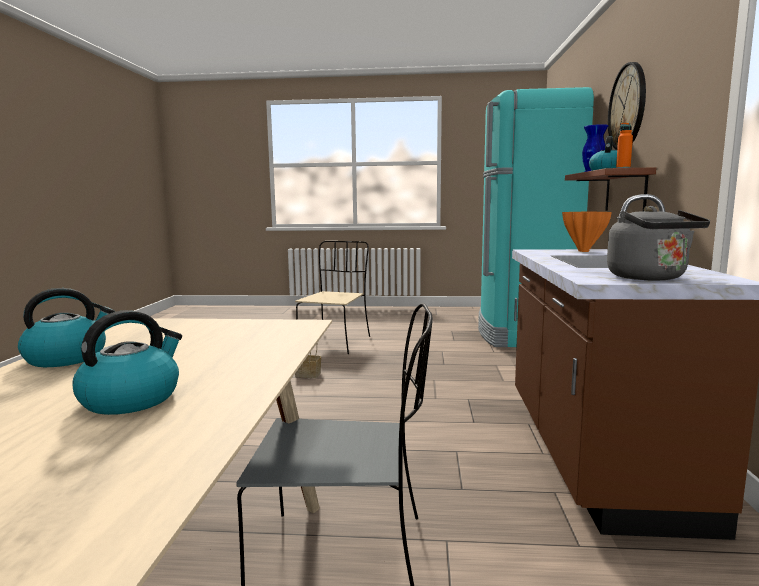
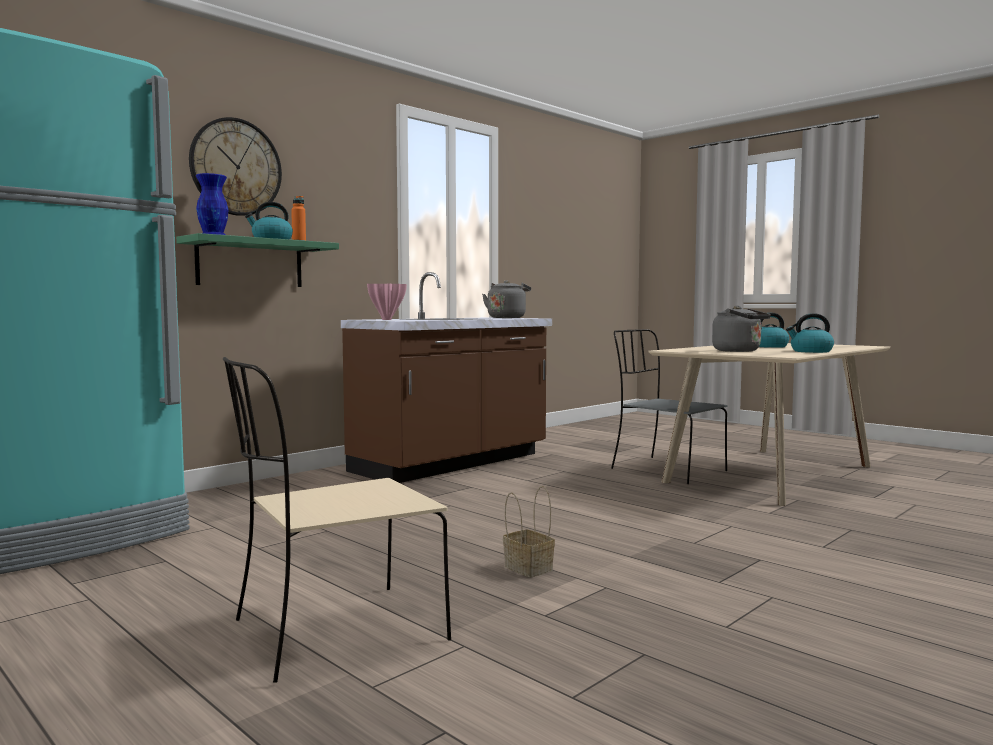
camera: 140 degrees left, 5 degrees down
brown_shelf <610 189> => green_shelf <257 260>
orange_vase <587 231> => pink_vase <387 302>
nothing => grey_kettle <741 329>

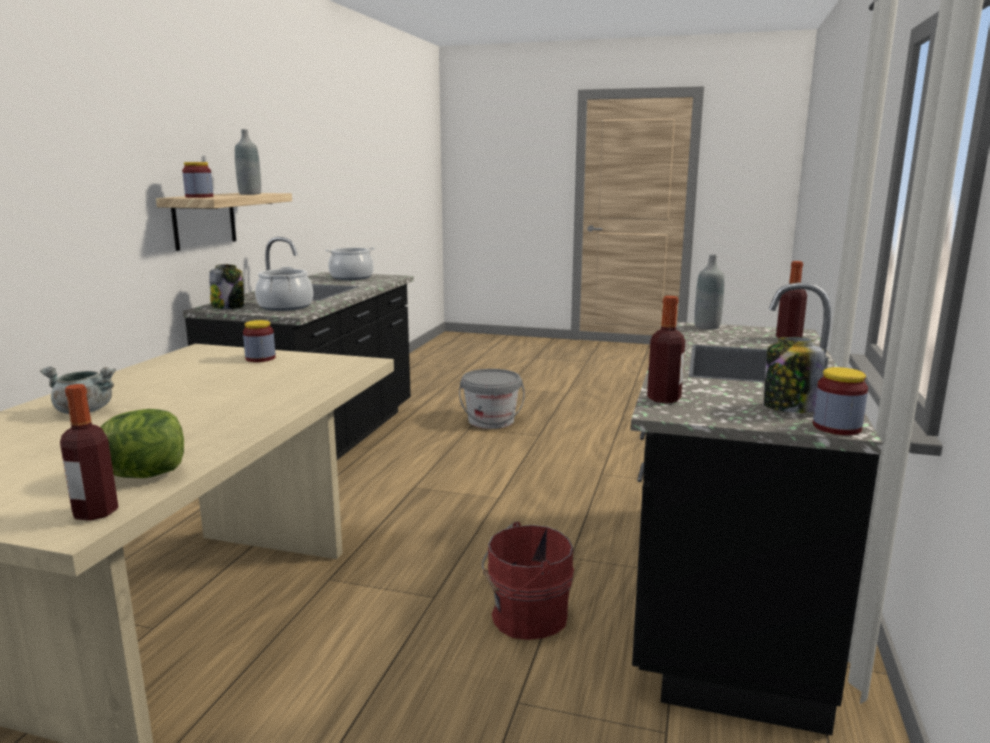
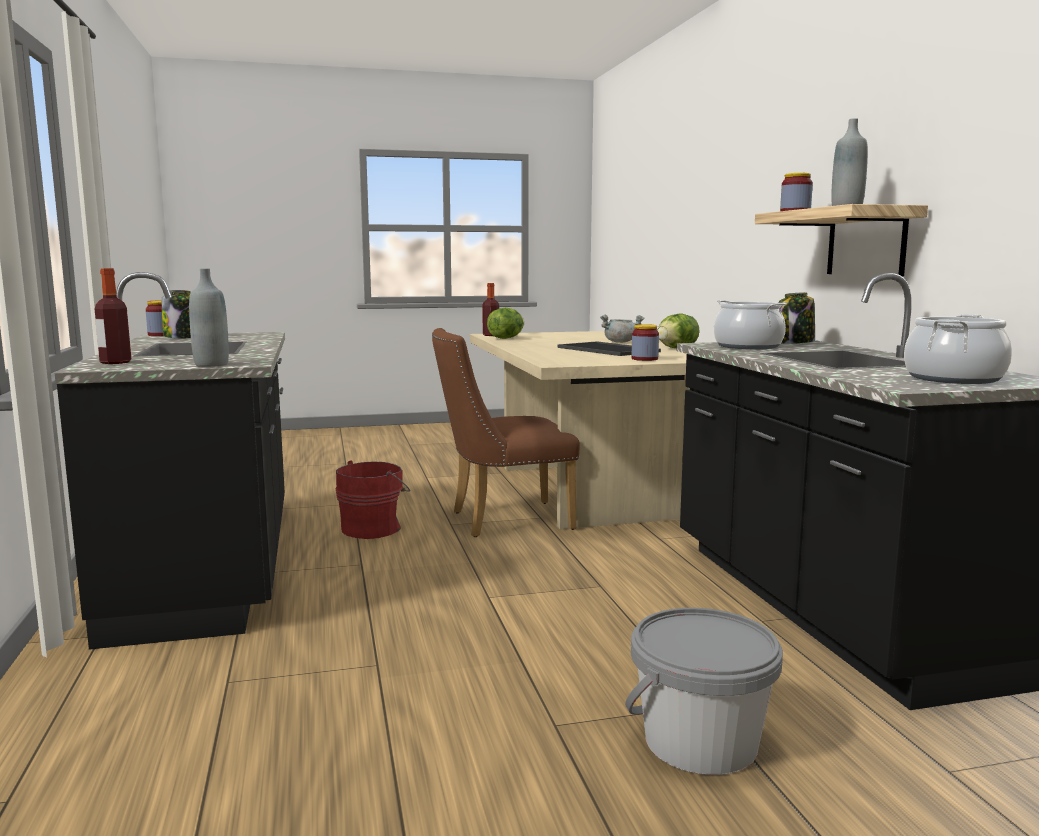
camera: 150 degrees right, 5 degrees down
bottle <666 349> => nothing
nothing => lettuce <678 330>
nothing => brown_chair <506 432>
nothing => tray <609 348>

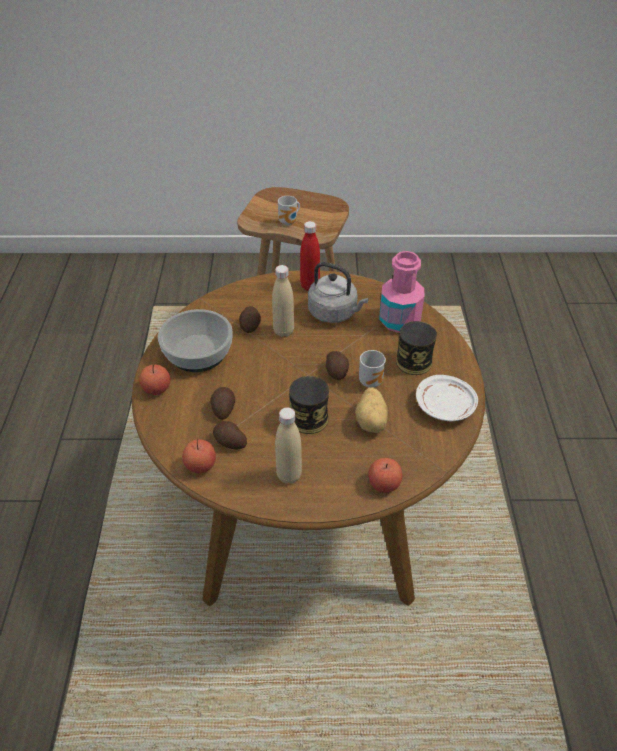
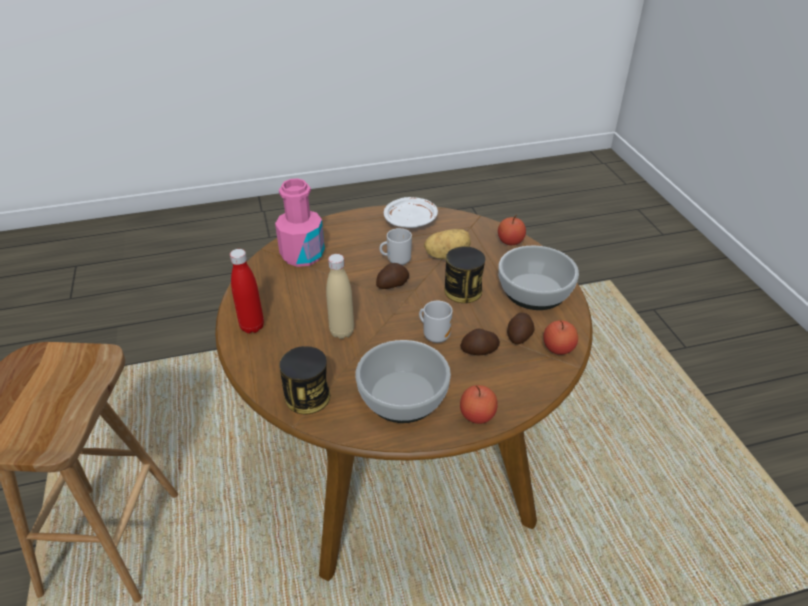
camera: 105 degrees left, 5 degrees down
mug <289 210> => mug <436 322>, relocated
grey_kettle <338 292> => nothing
potato <250 319> => nothing
can <416 348> => can <304 380>, relocated
beige_bottle <288 445> => bowl <538 278>

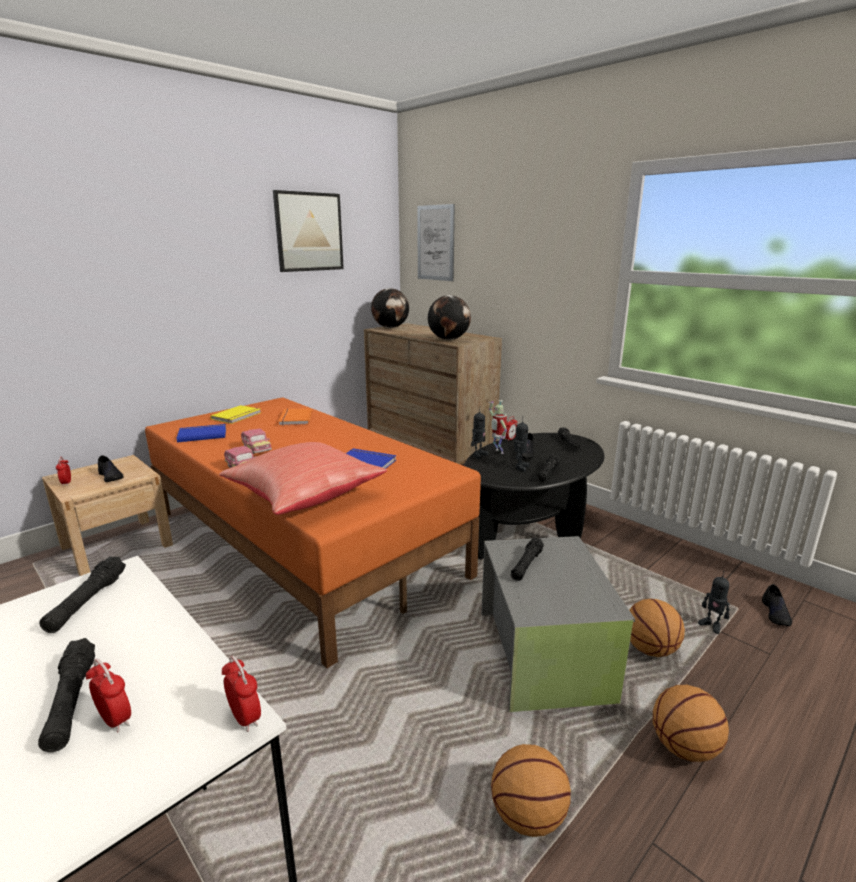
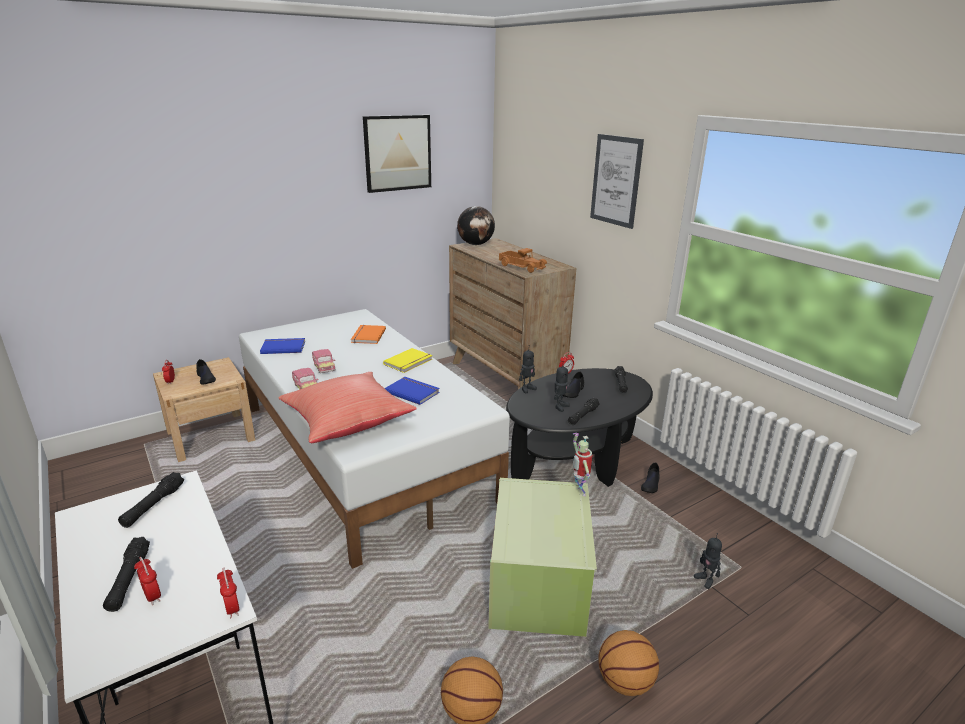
camera: 10 degrees right, 5 degrees up
picture <436 242> => picture <617 181>, relocated
globe <449 317> => toy_truck <523 260>
orange_bed <313 532> => white_bed <374 439>
toy_robot <498 427> => toy_robot <582 464>, relocated
yellow_book <236 414> => yellow_book <407 360>, relocated
grey_storage_box <558 624> => green_storage_box <542 557>
black_flashlight <527 559> => nothing
black_shoe <777 605> => black_shoe <650 477>, relocated
basketball <657 628> => nothing

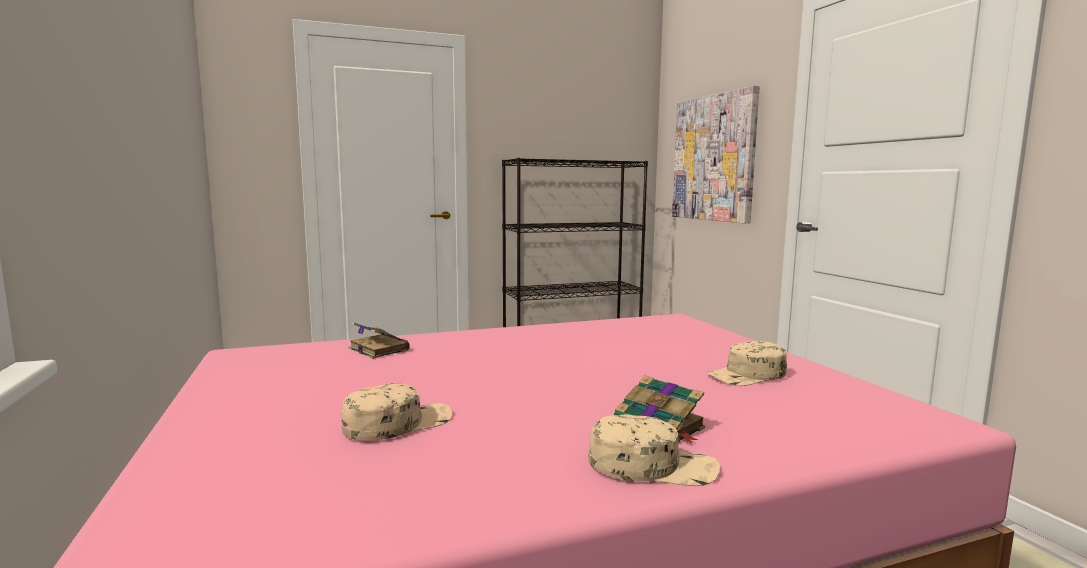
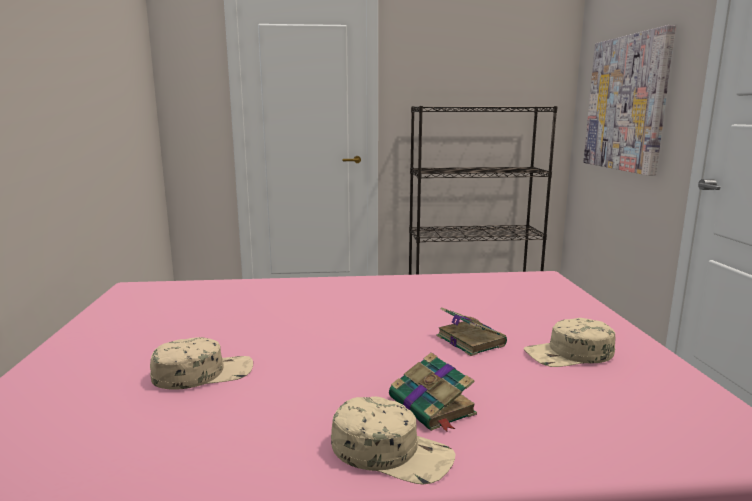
camera: 15 degrees right, 5 degrees up
book <379 340> => book <471 331>, relocated

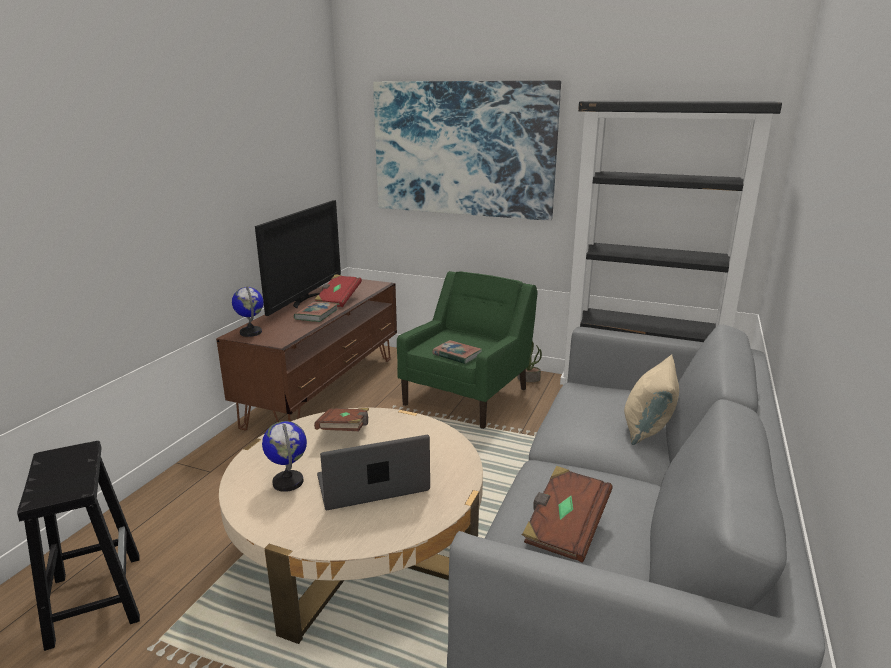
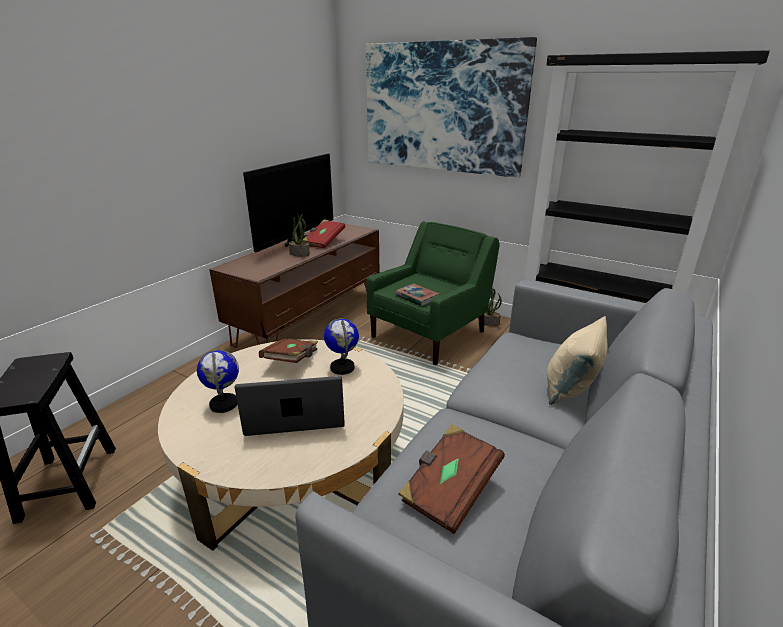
camera: 10 degrees right, 5 degrees up
globe <248 311> => globe <341 346>, relocated
book <316 312> => potted_plant <299 235>

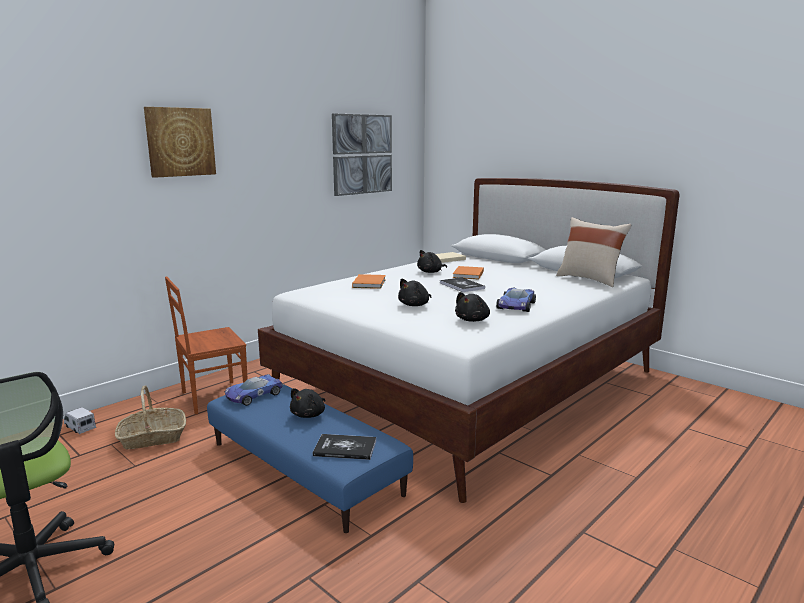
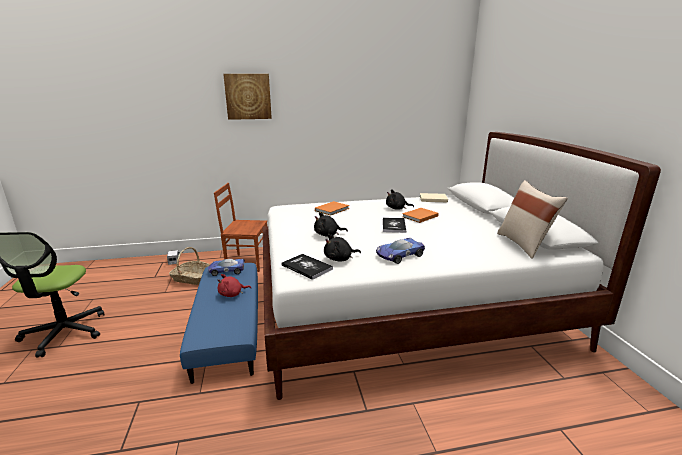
camera: 35 degrees right, 5 degrees up
picture <362 154> => nothing
black_plush_toy <307 403> => red_plush_toy <234 285>
book <344 447> => book <307 267>, relocated

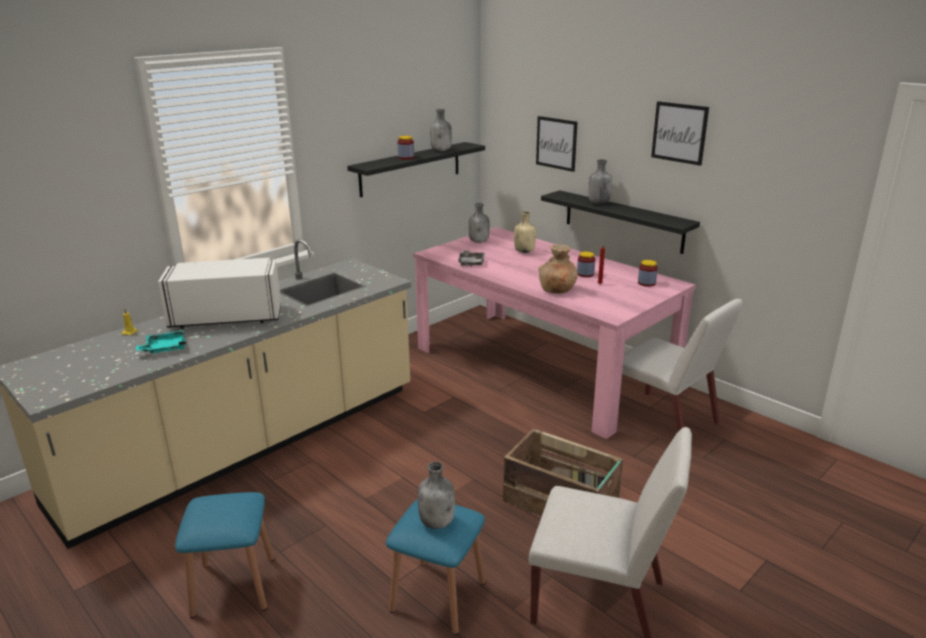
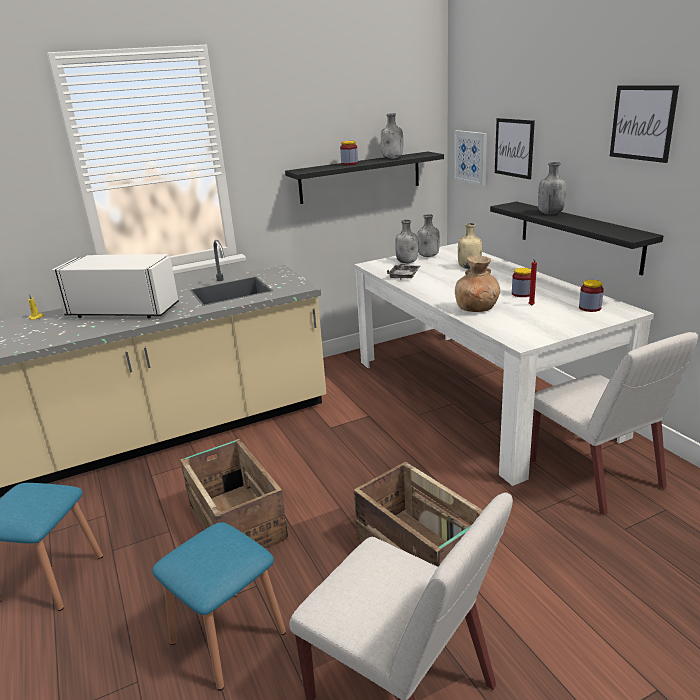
camera: 20 degrees right, 0 degrees up
pink_dining_table <554 333> => white_dining_table <504 364>
turquoise_tray <161 342> => nothing
grey_bottle <436 495> => grey_bottle <406 241>, relocated
nothing => picture <470 158>
nothing => crate <234 493>

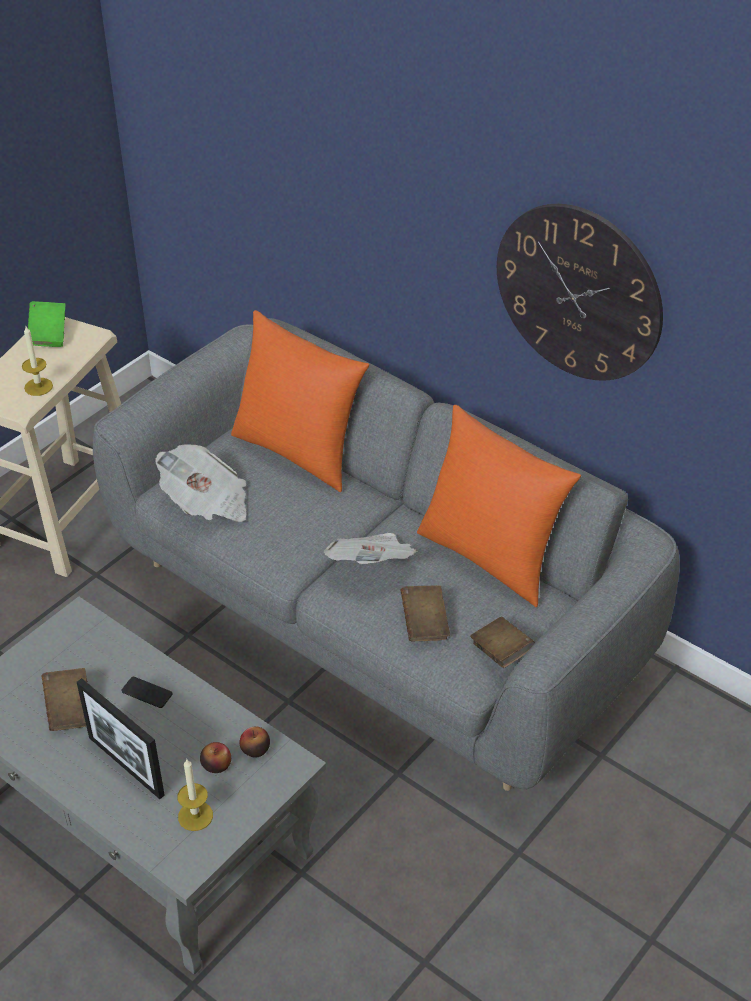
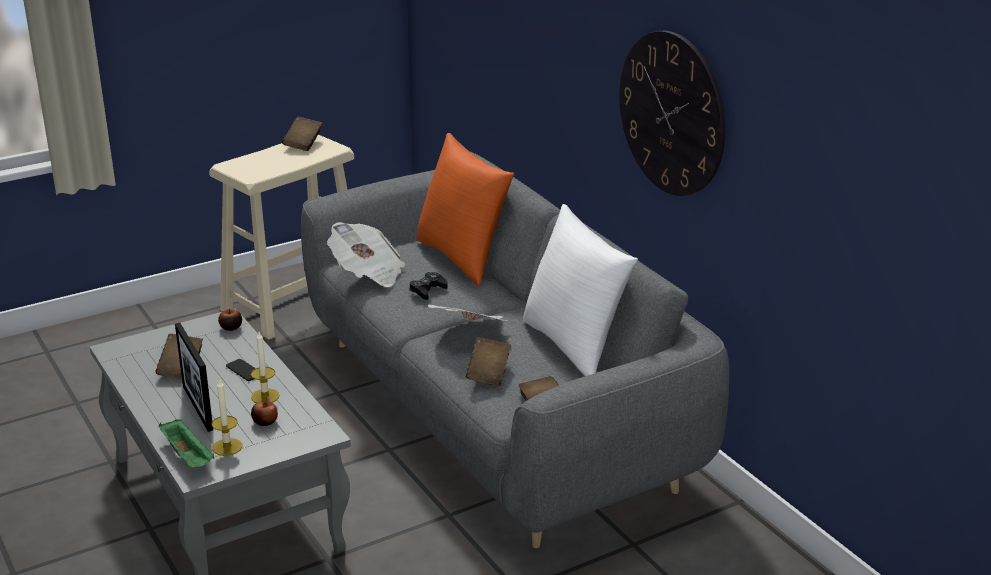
camera: 20 degrees right, 15 degrees down
green_book <47 324> => brown_book <302 133>
candle <37 361> => candle <265 367>, relocated
orange_pillow <499 506> => white_pillow <580 290>
apple <255 742> => apple <230 320>, relocated
nothing => black_game_controller <428 286>
nothing => green_tray <186 443>

